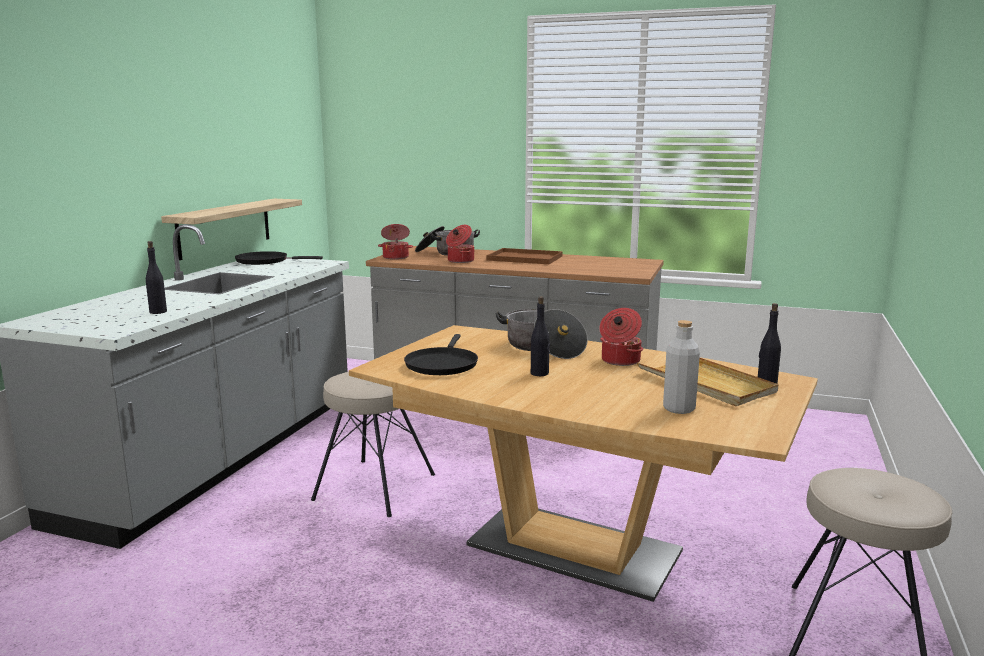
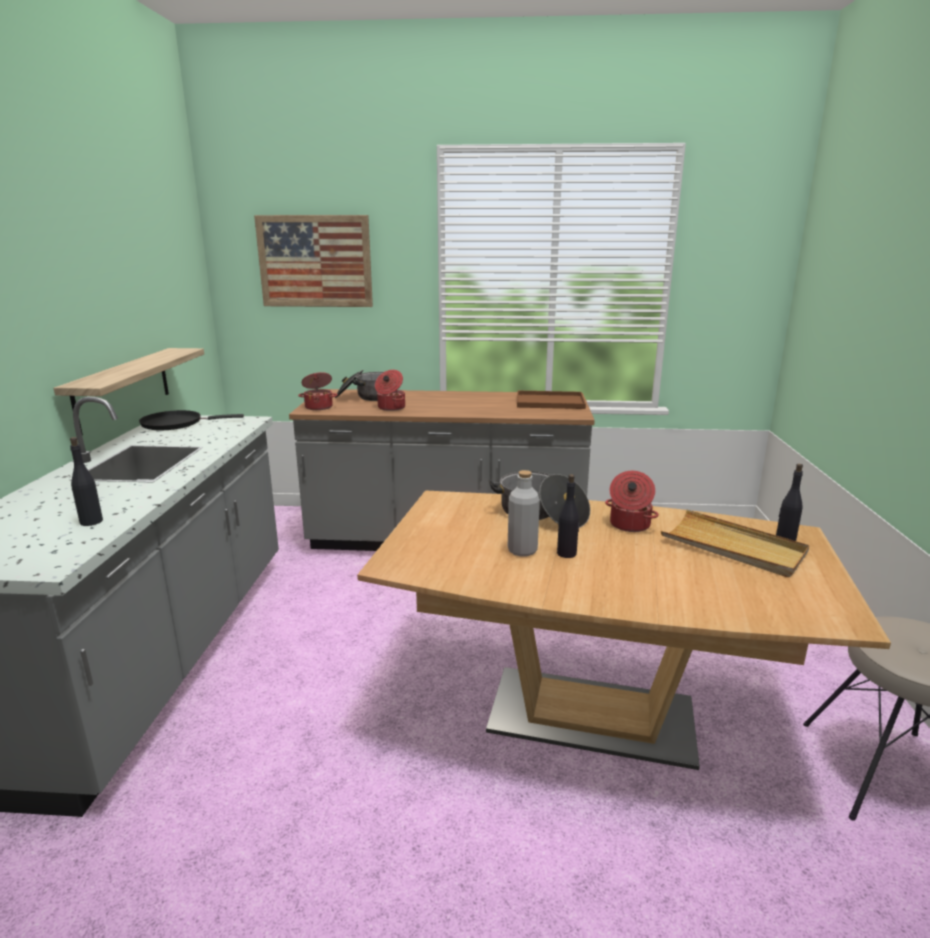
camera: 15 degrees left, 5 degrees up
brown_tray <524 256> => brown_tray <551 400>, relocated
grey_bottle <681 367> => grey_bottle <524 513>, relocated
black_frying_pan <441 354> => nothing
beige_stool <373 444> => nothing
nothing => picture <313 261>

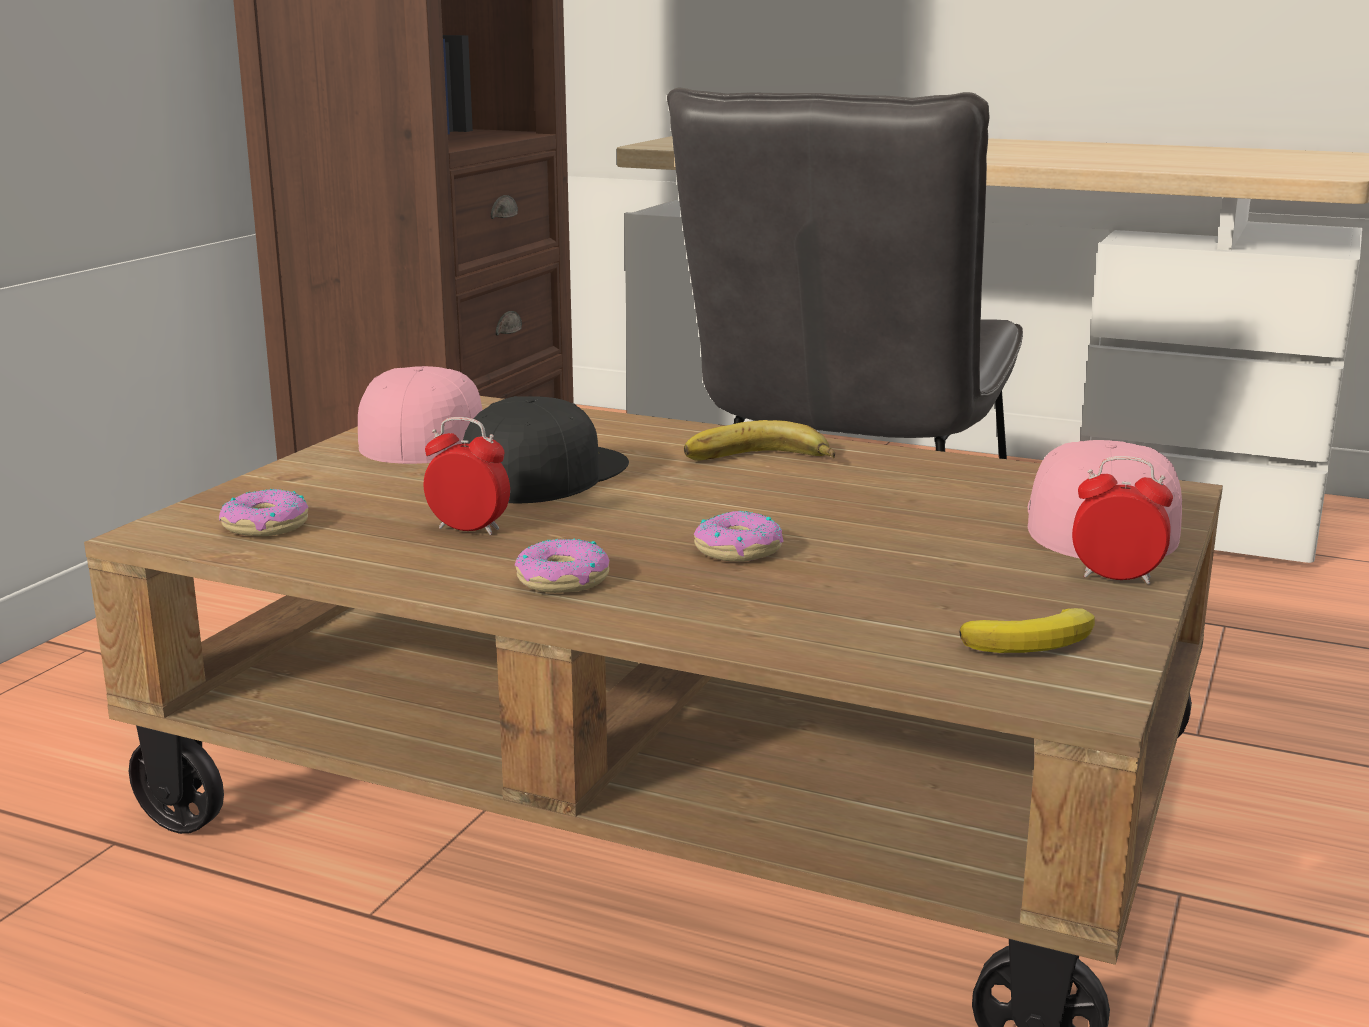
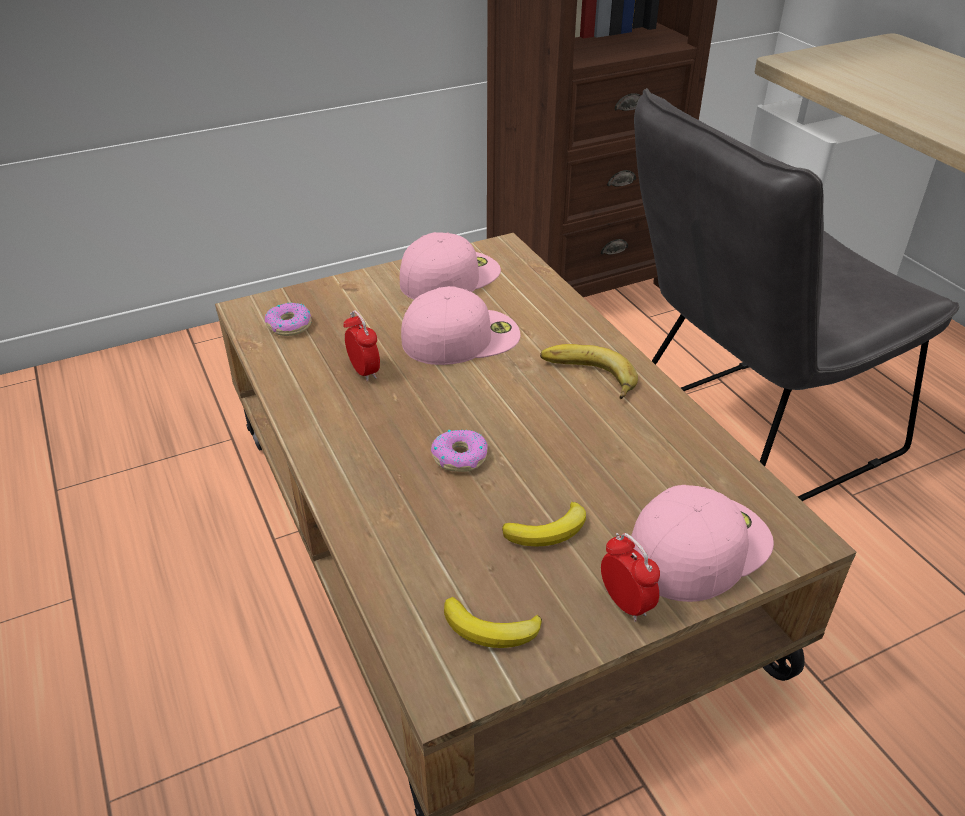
camera: 40 degrees right, 20 degrees up
black_cap <545 449> => pink_cap <461 325>
donut <562 565> => nothing
nothing => banana <544 524>

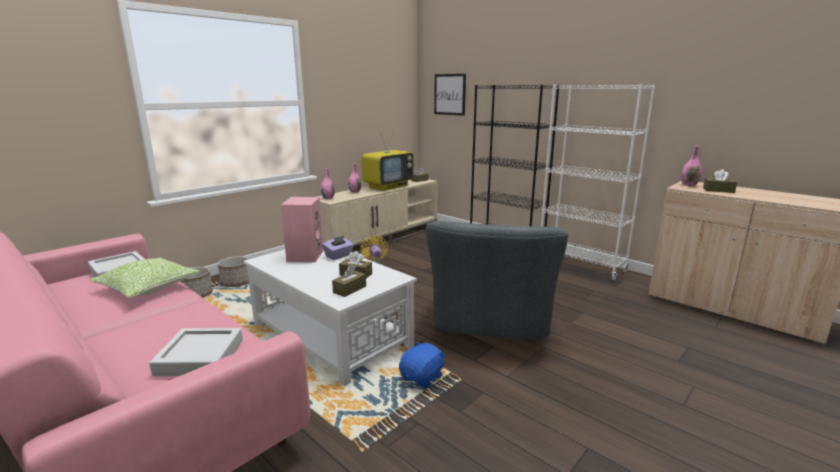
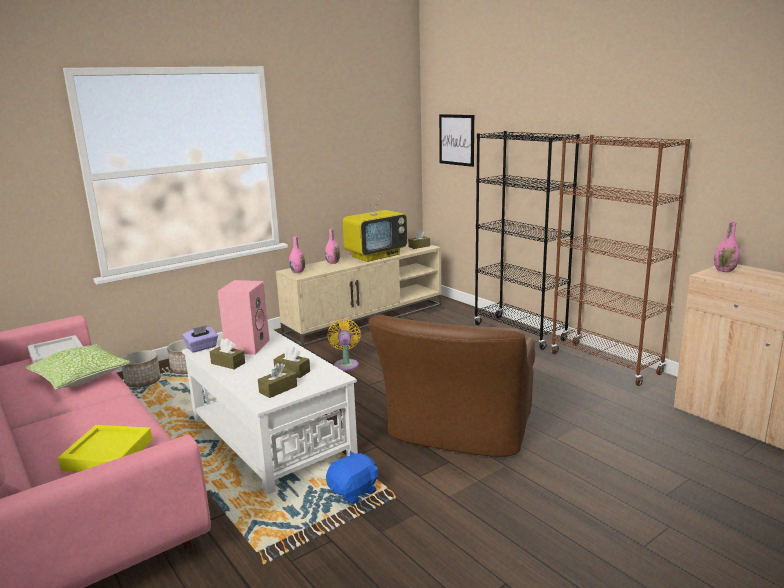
camera: 10 degrees right, 0 degrees up
white_bookcase <598 182> => brown_bookcase <620 260>
brown_tissue_box <720 181> => brown_tissue_box <227 353>, relocated
grey_armchair <497 280> => brown_armchair <452 386>
purple_tissue_box <338 247> => purple_tissue_box <200 339>, relocated
grey_tray <196 352> => yellow_tray <105 448>

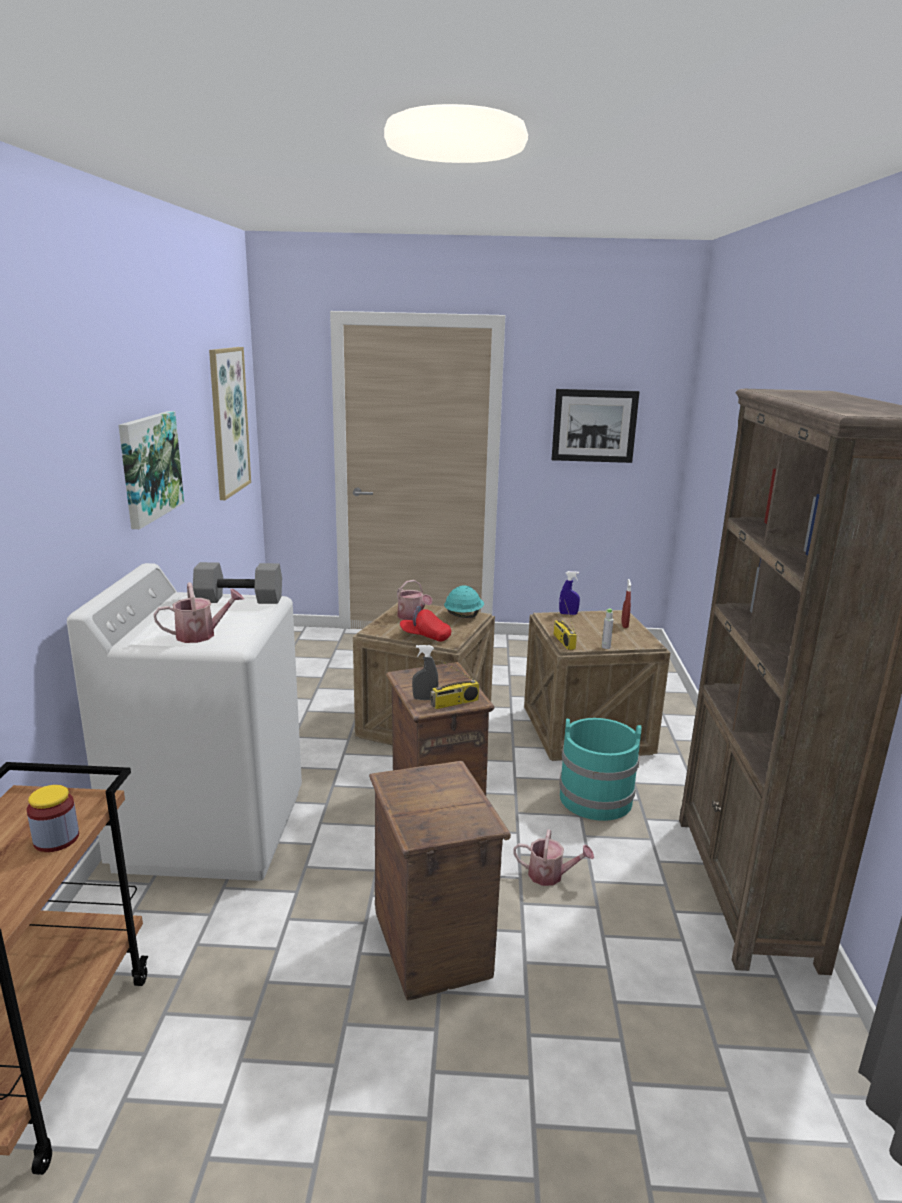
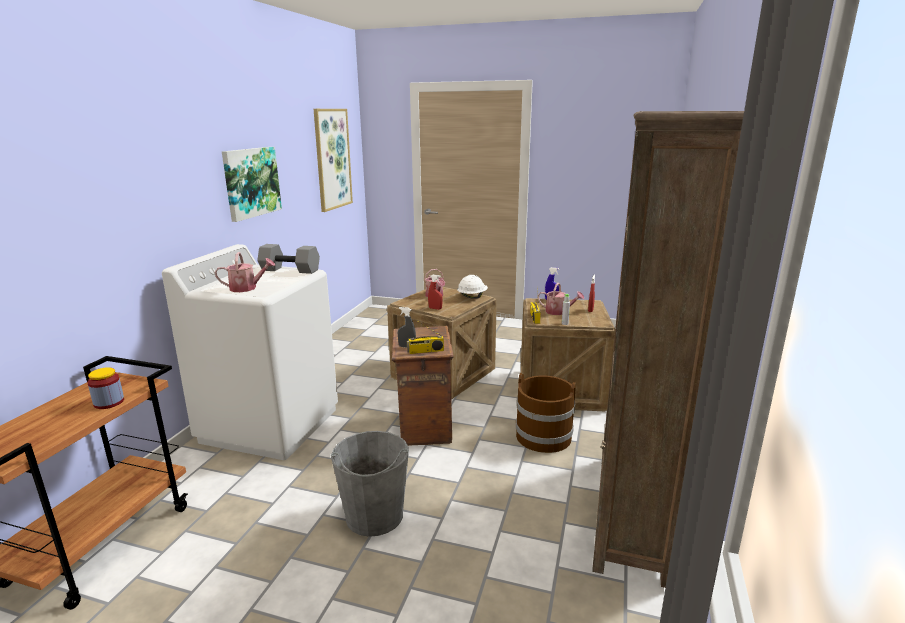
camera: 15 degrees right, 0 degrees up
picture <595 426> => nothing
turquoise_hard_hat <464 601> => white_hard_hat <472 287>
red_cap <425 623> => red_spray_bottle <435 292>
turquoise_bucket <600 769> => brown_bucket <546 413>
crate <440 880> => grey_bucket <370 484>
watering_can <553 857> => watering_can <561 299>, relocated

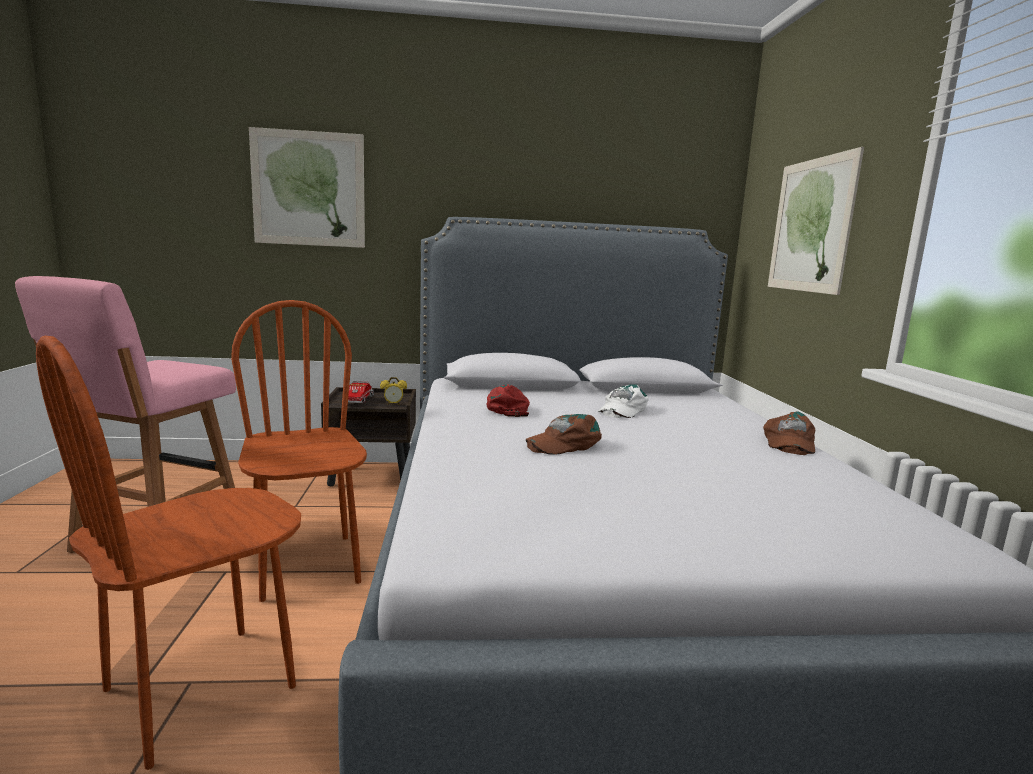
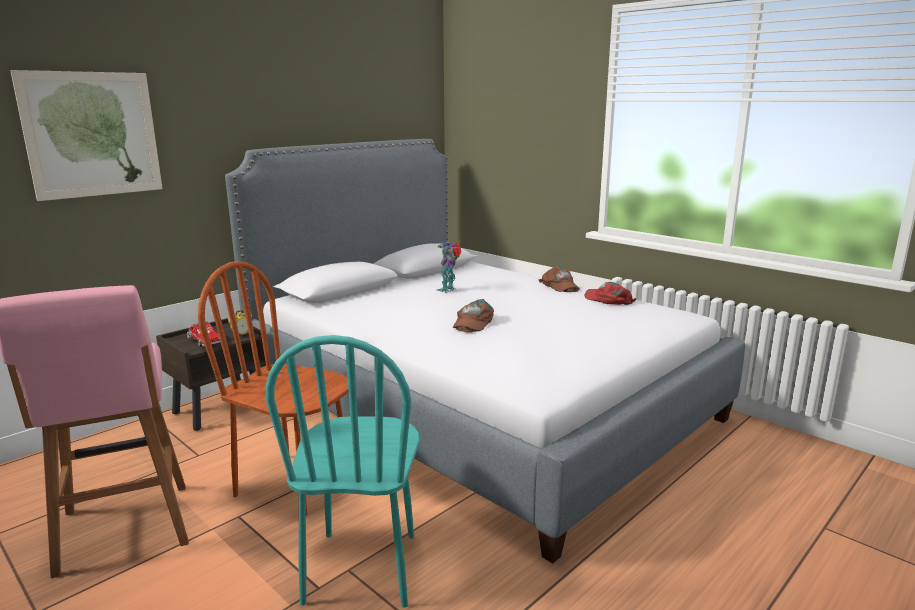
camera: 40 degrees left, 5 degrees up
picture <816 221> => nothing
brown_chair <168 553> => turquoise_chair <343 471>
red_cap <508 400> => red_cap <610 293>, relocated
white_cap <623 401> => toy_robot <449 267>

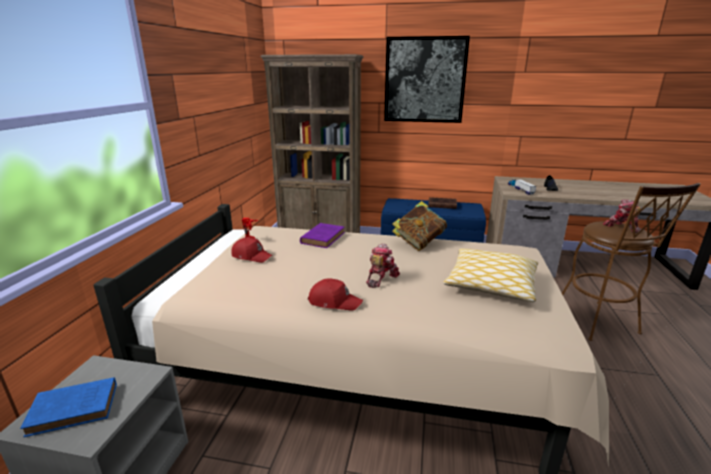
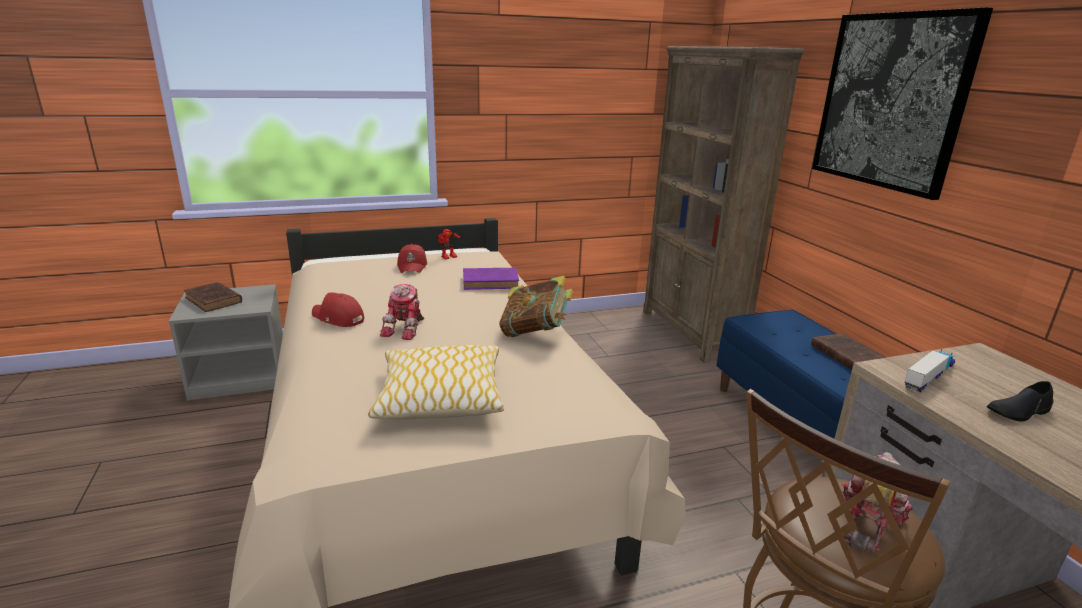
camera: 60 degrees right, 0 degrees up
toy_robot <383 265> => toy_robot <402 312>, 105 degrees clockwise
red_cap <335 294> => red_cap <338 309>, 135 degrees clockwise
blue_book <68 407> => brown_book <213 297>

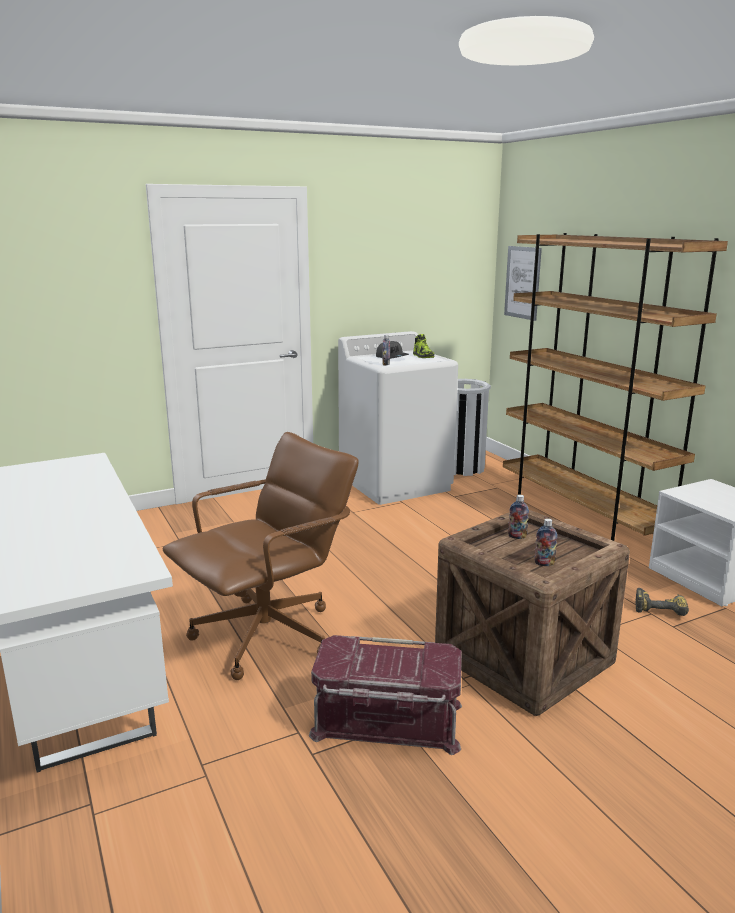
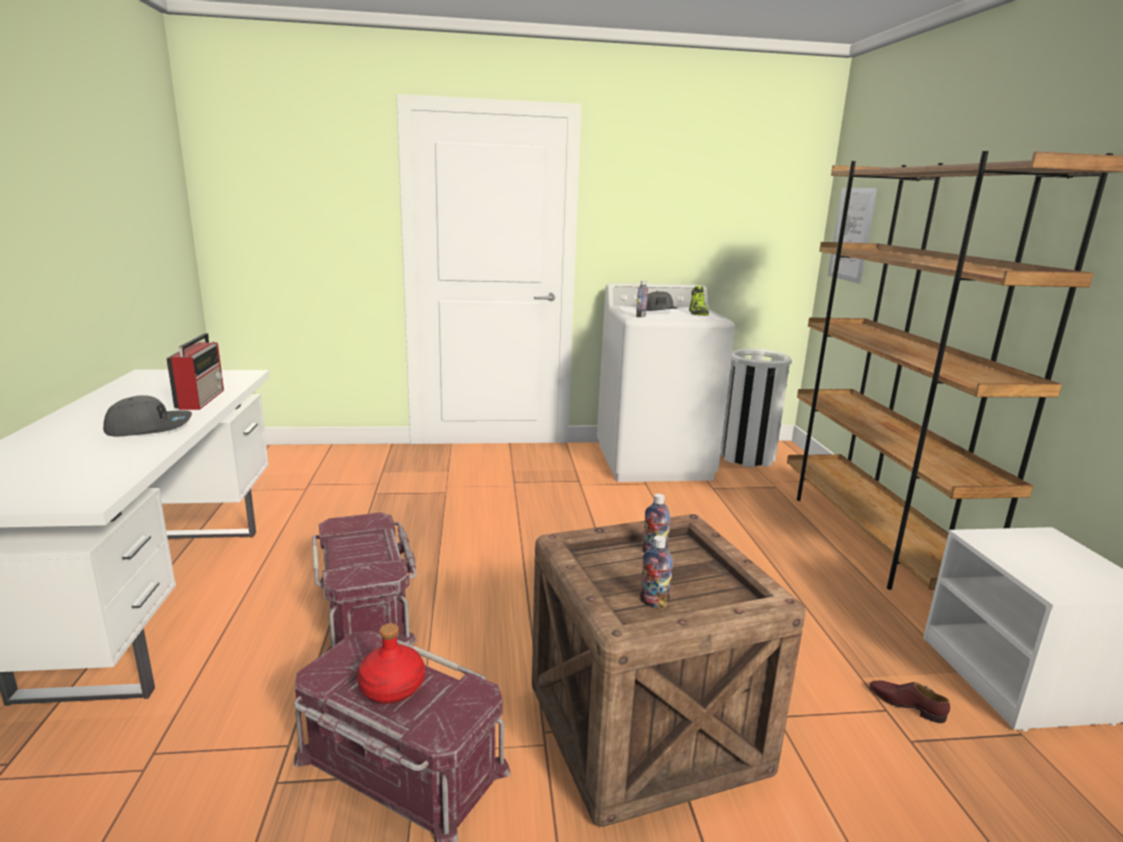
camera: 20 degrees right, 0 degrees up
brown_office_chair <261 556> => red_storage_box <364 581>
power_drill <662 602> => brown_shoe <909 702>
nothing => radio <195 371>
nothing => grey_cap <147 416>
nothing => red_bottle <391 663>

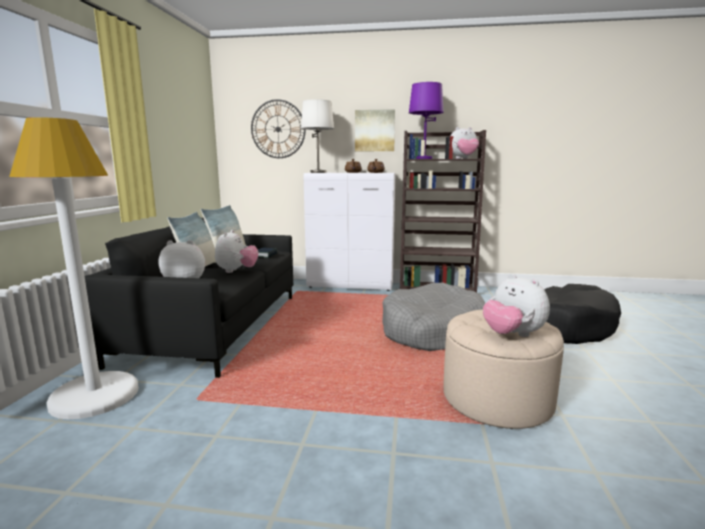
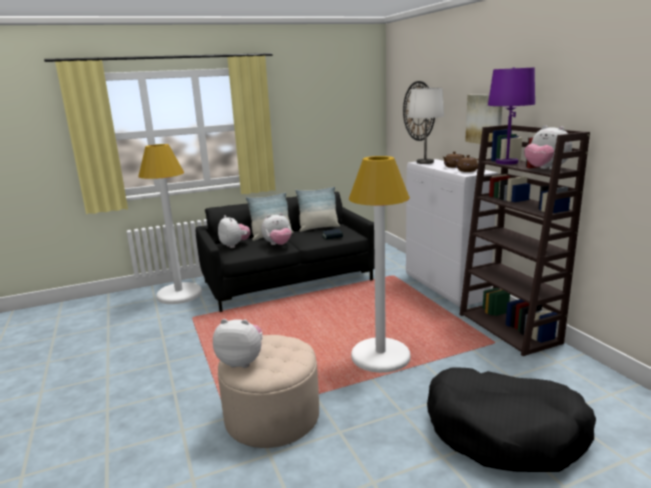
camera: 60 degrees right, 5 degrees up
plush_toy <516 305> => plush_toy <238 343>, 75 degrees clockwise
grey_dog_bed <433 317> => white_floor_lamp <380 264>

